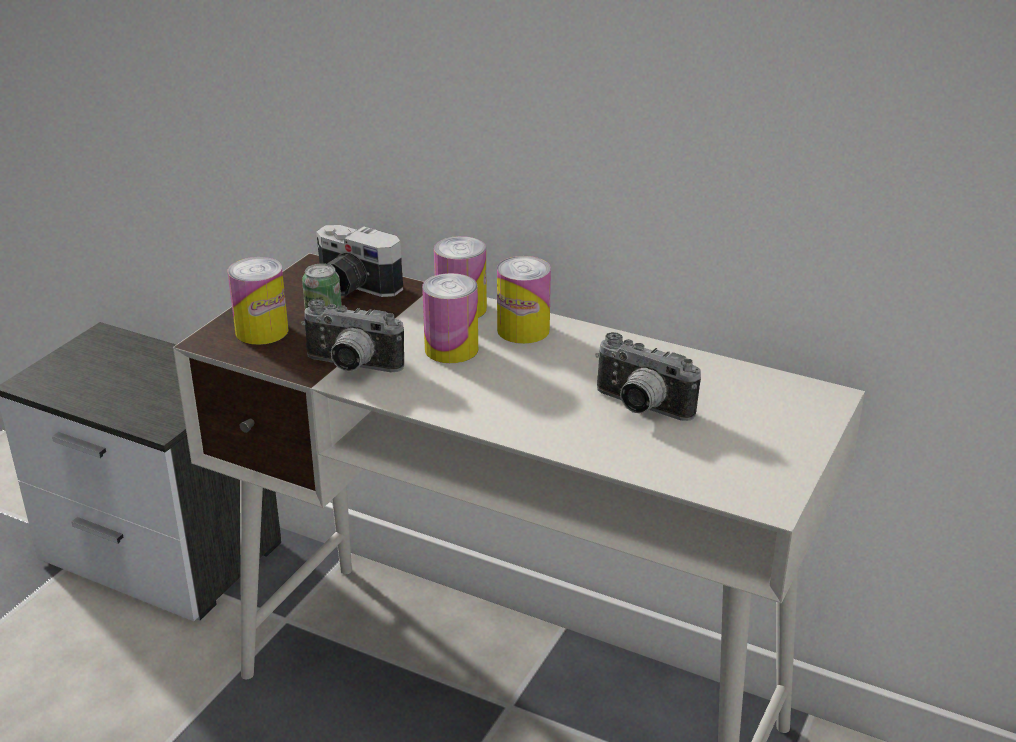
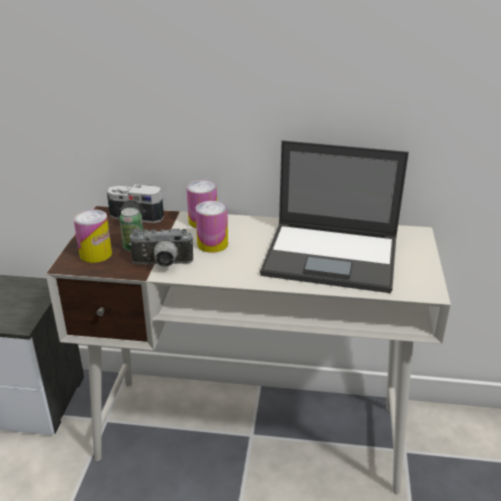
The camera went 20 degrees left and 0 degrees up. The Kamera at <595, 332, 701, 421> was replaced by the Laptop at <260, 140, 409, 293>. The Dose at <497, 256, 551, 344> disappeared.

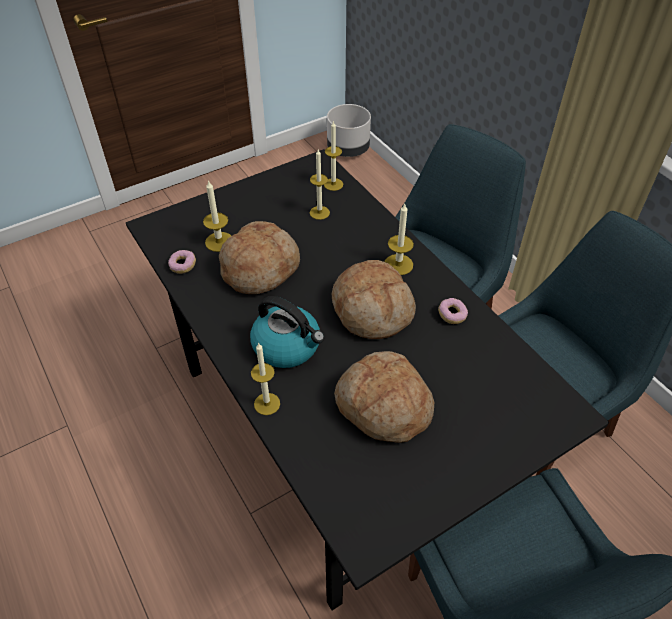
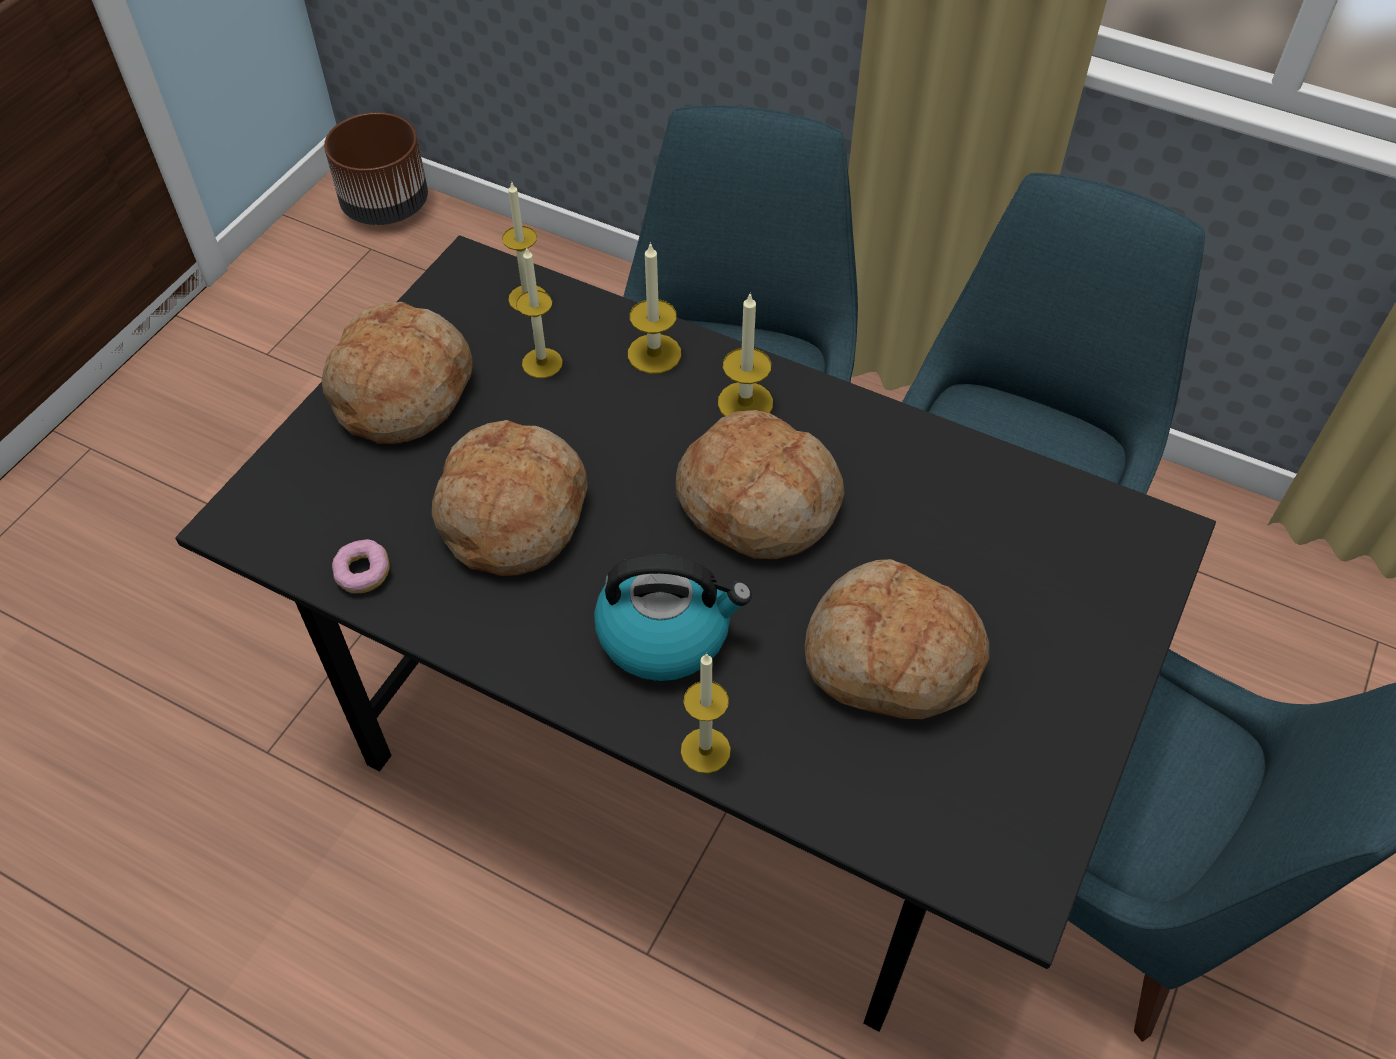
The camera went 30 degrees left and 5 degrees up. The Brot at <321, 302, 473, 444> appeared. The Pflanzkübel (grau) at <327, 104, 371, 157> became the Pflanzkübel (braun) at <324, 112, 428, 225>. The Kerze moved from <203, 180, 231, 252> to <628, 242, 681, 374>. The Donut at <438, 298, 468, 324> disappeared.

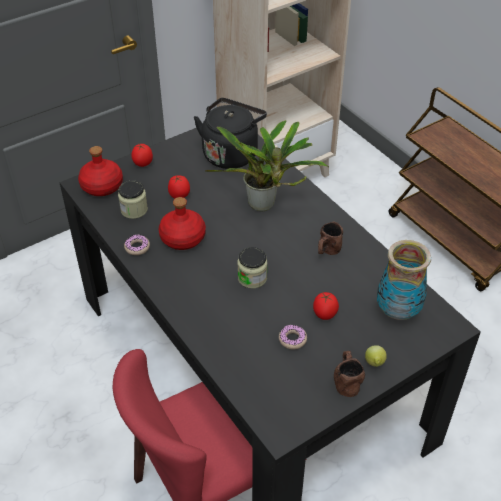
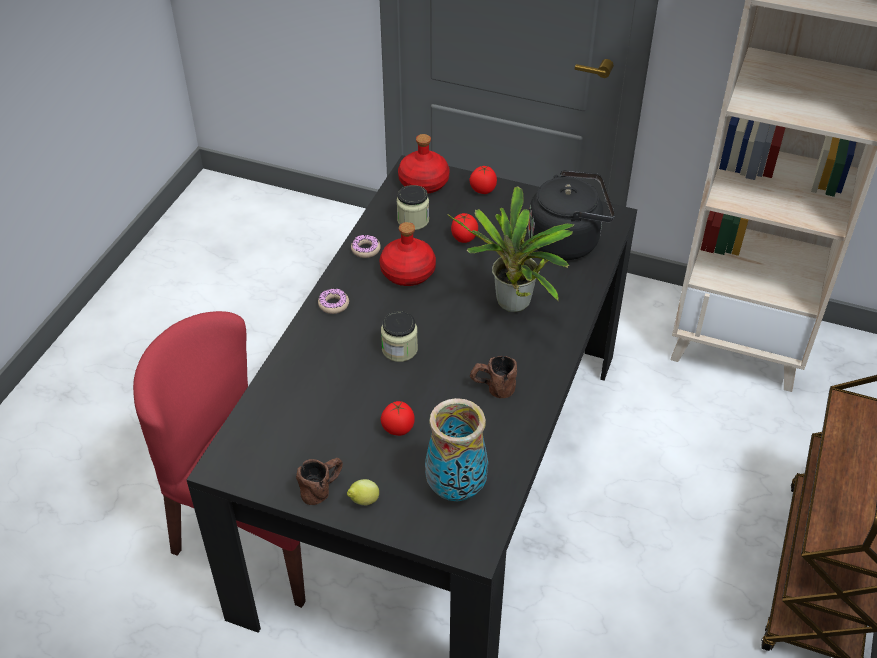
The camera went 55 degrees right and 0 degrees up. The Donut moved from <279, 325, 307, 349> to <318, 289, 349, 314>.

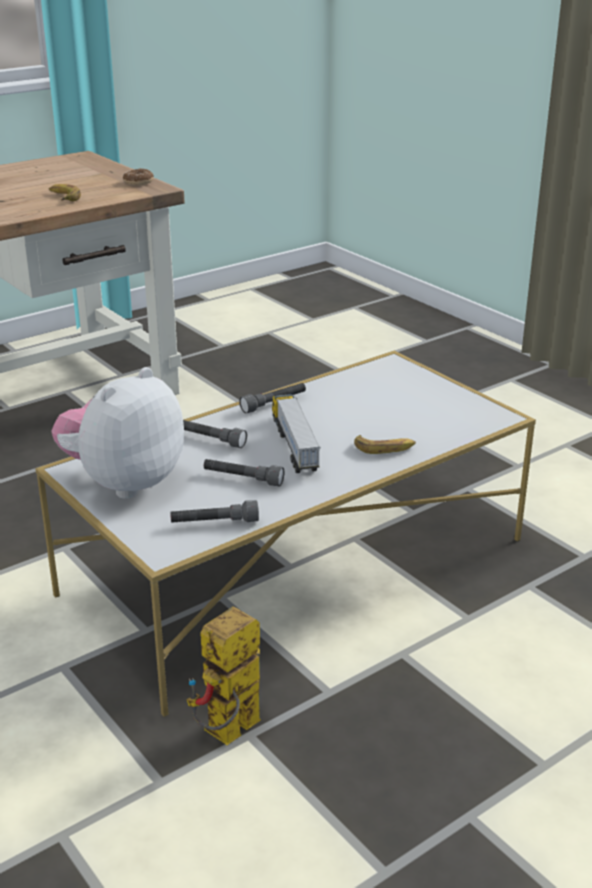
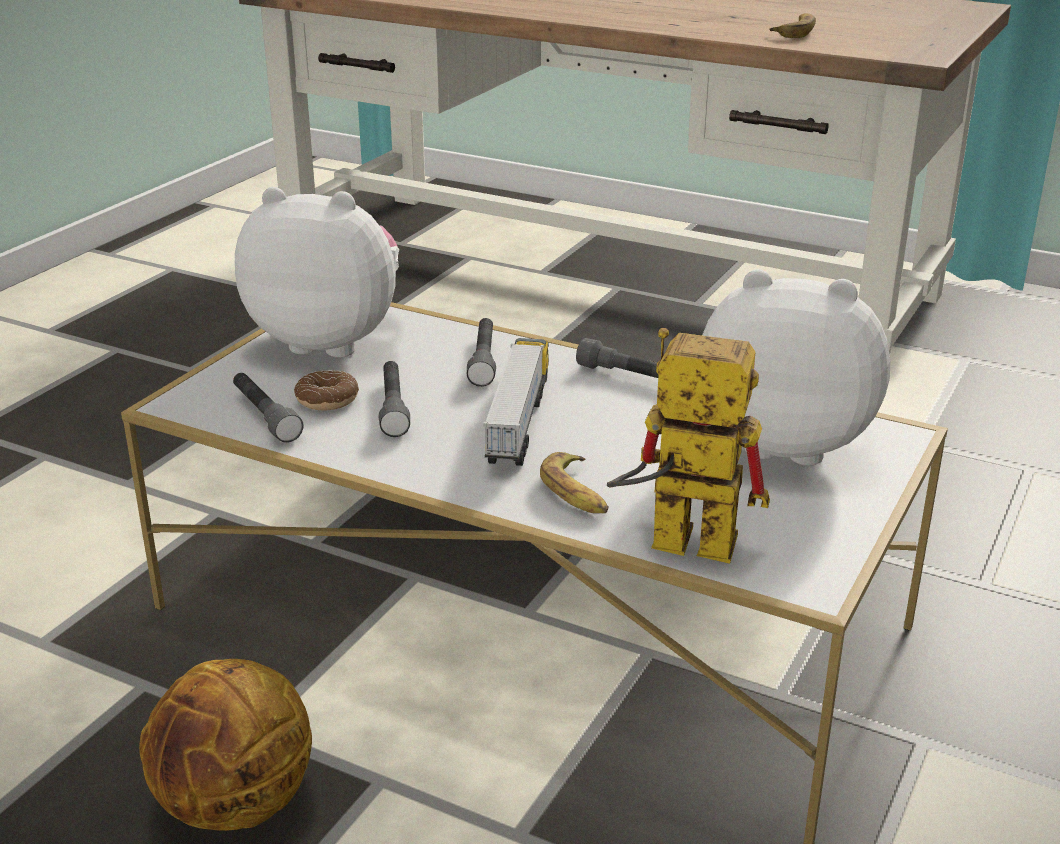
The camera went 65 degrees right and 0 degrees up. The Basketball at <139, 659, 312, 831> appeared. The Donut moved from <123, 169, 154, 185> to <294, 370, 359, 410>. The Spielzeuglaster at <272, 394, 320, 473> turned 45 degrees counterclockwise. The Spielzeugroboter moved from <187, 606, 261, 745> to <607, 328, 770, 564>. The Plüschtier at <702, 269, 891, 466> appeared.

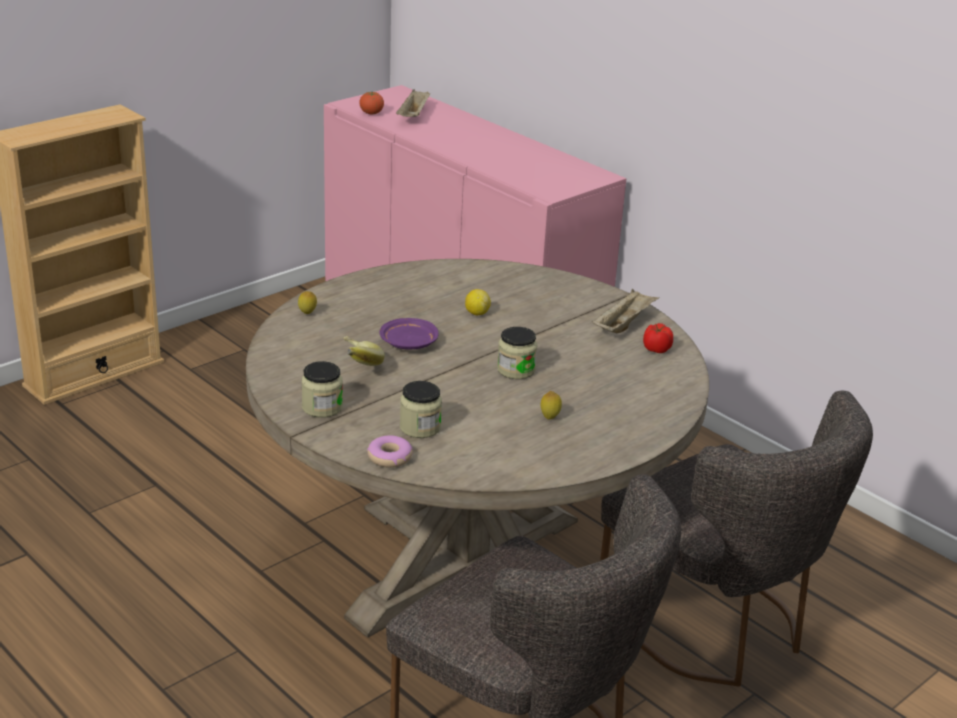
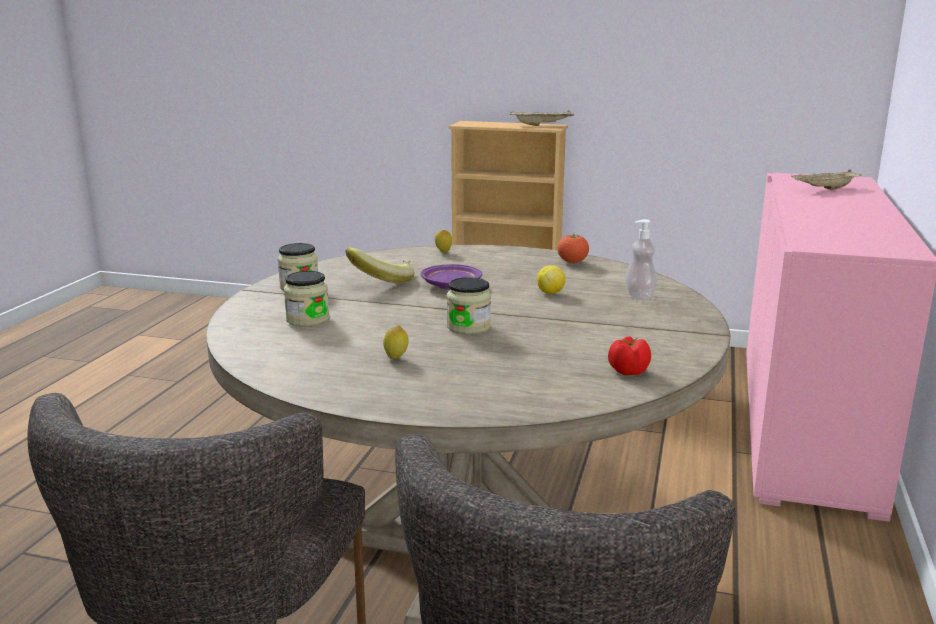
The camera went 60 degrees right and 10 degrees down. The Tablett (beige) moved from <592, 289, 659, 333> to <510, 110, 574, 126>. The Tomate moved from <359, 91, 384, 114> to <558, 234, 589, 263>. The Seifenspender at <625, 219, 657, 300> appeared. The Donut at <367, 435, 413, 468> disappeared.

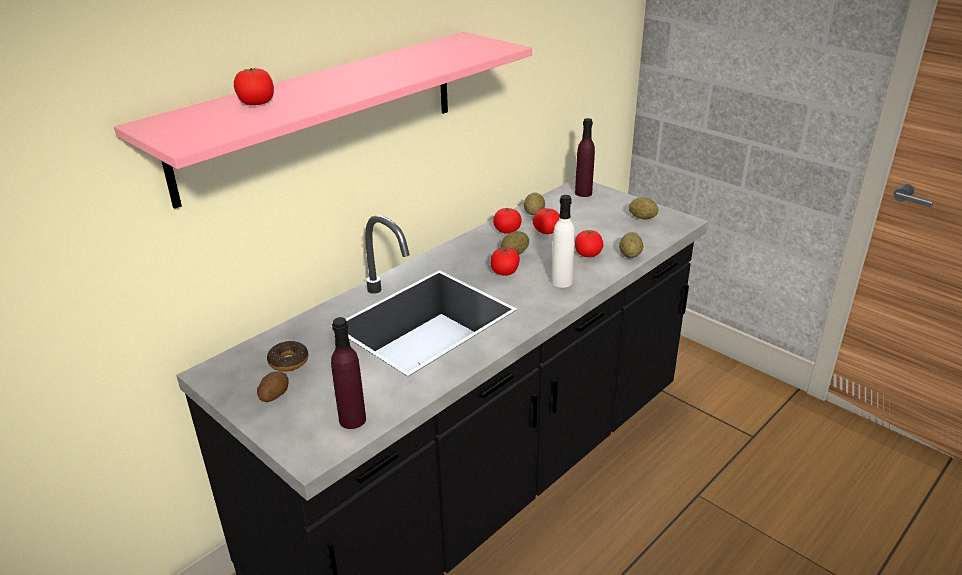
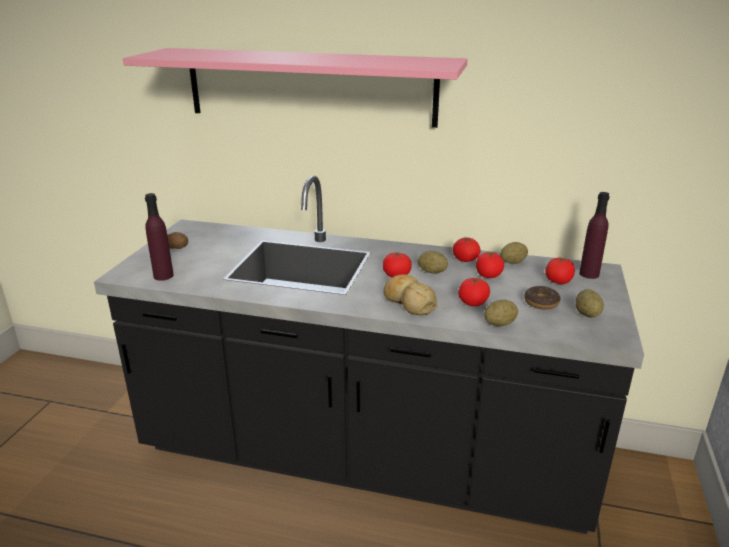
The camera went 60 degrees right and 5 degrees down. The Flasche (weiß) at <551, 195, 575, 288> was replaced by the Brot at <384, 274, 437, 315>. The Donut moved from <267, 341, 308, 371> to <524, 286, 561, 310>. The Tomate moved from <234, 68, 274, 105> to <545, 257, 575, 284>.

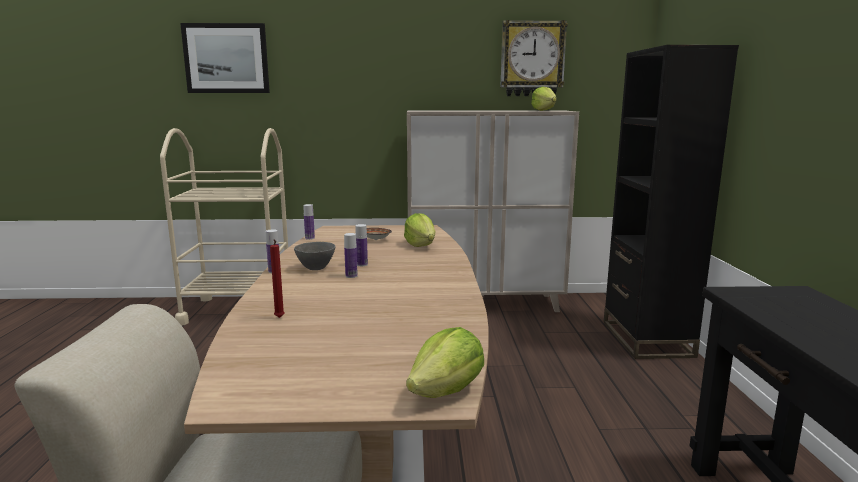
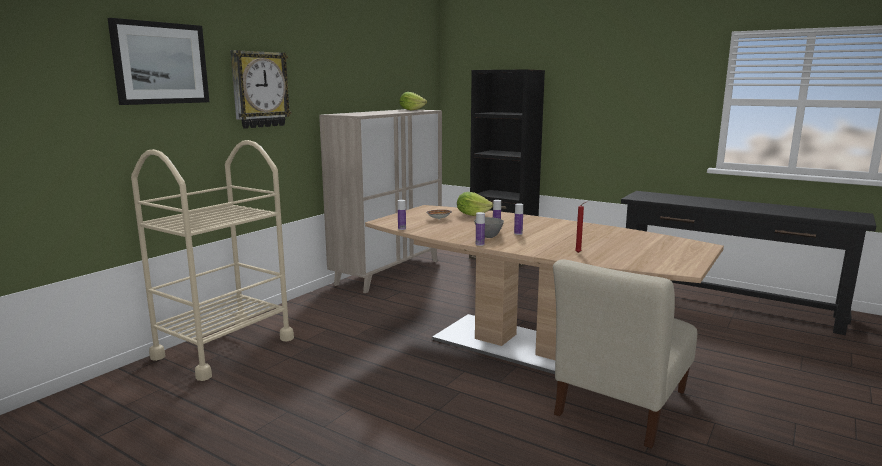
The camera went 55 degrees left and 0 degrees up. The Wanduhr moved from <501, 20, 568, 96> to <230, 50, 292, 129>. The Salatkopf at <406, 327, 484, 398> disappeared.

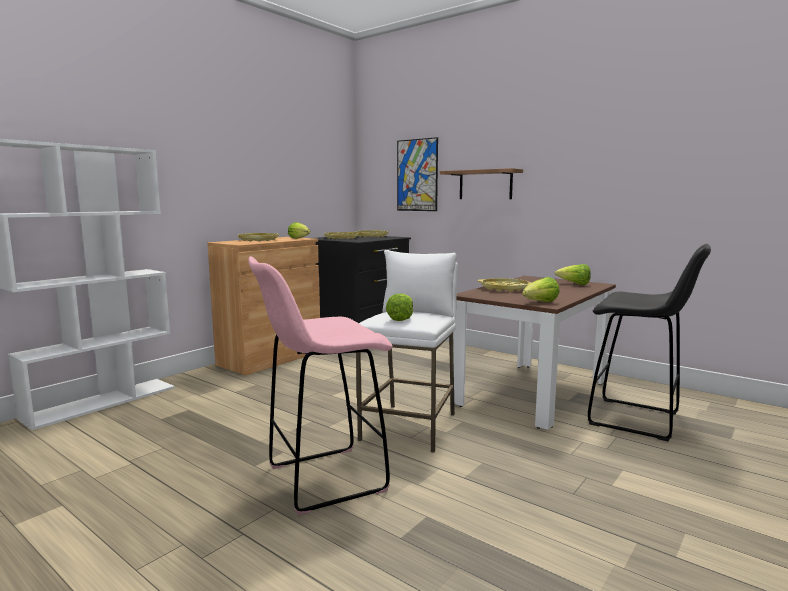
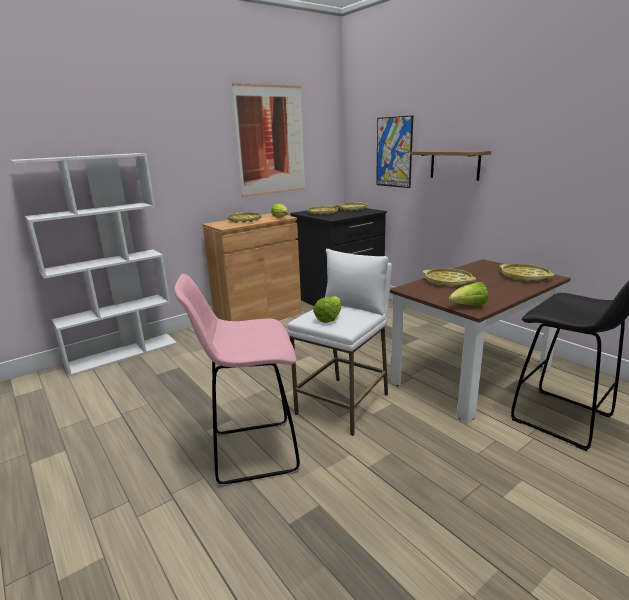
The camera went 15 degrees right and 10 degrees up. The Bild at <232, 83, 305, 197> appeared. The Salatkopf at <555, 264, 591, 285> was replaced by the Tablett (gelb) at <499, 264, 554, 282>.

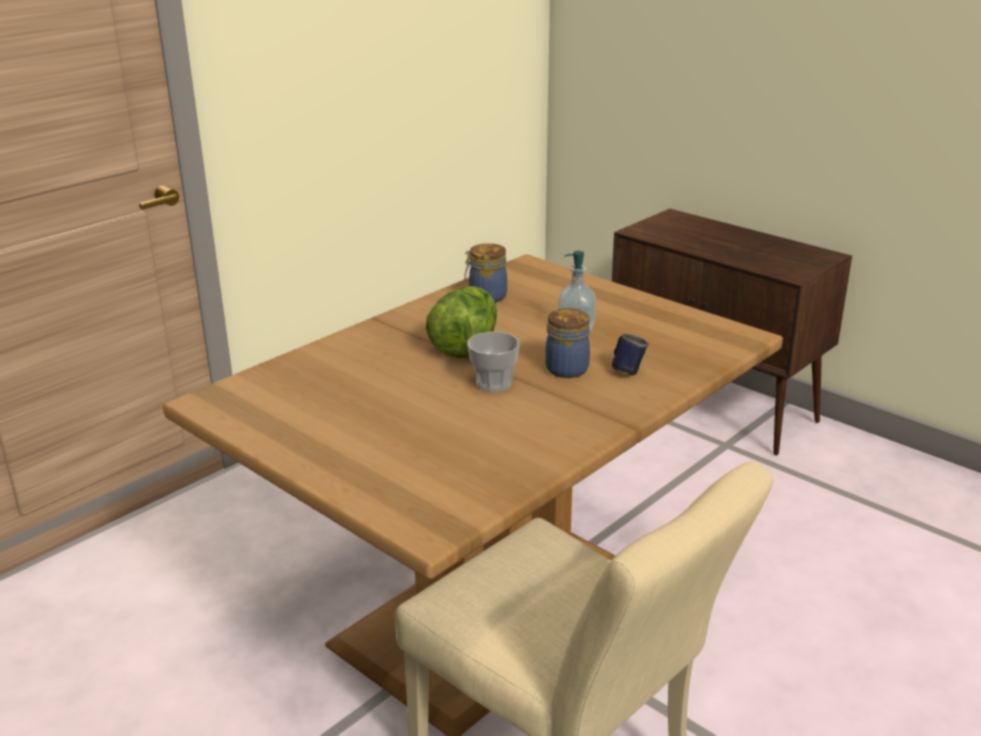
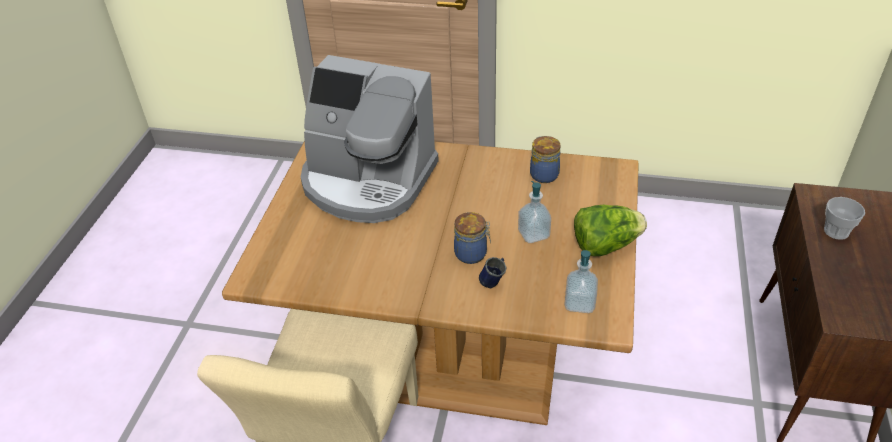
The camera went 60 degrees right and 15 degrees up. The Kaffeemaschine at <301, 55, 439, 223> appeared. The Seifenspender at <564, 250, 598, 313> appeared. The Salatkopf moved from <426, 286, 497, 358> to <574, 205, 647, 256>. The Tasse moved from <467, 332, 520, 392> to <824, 197, 865, 240>.

